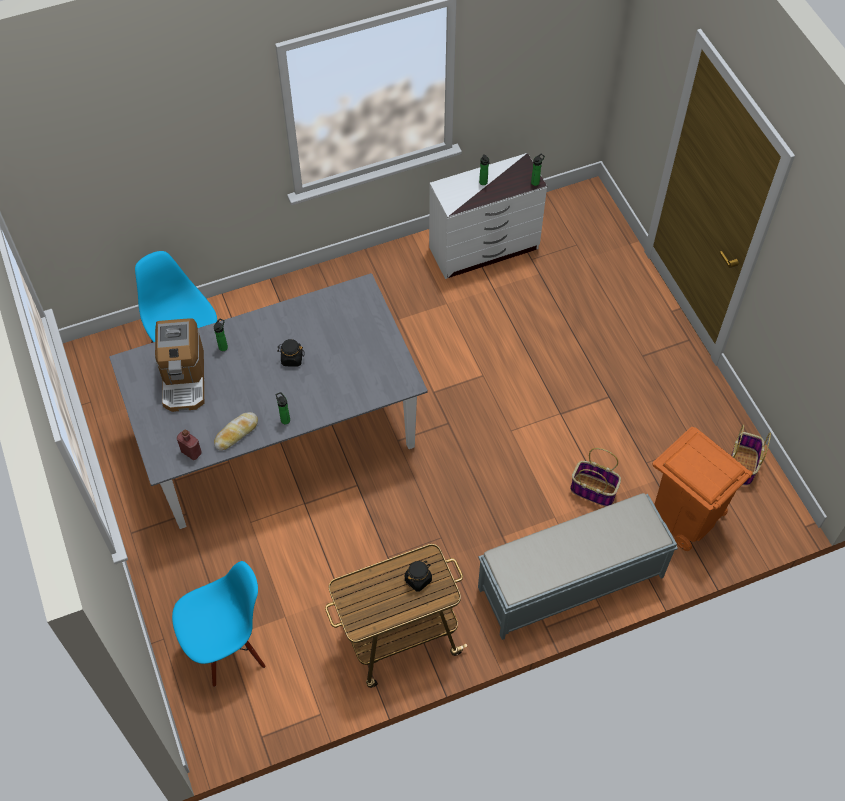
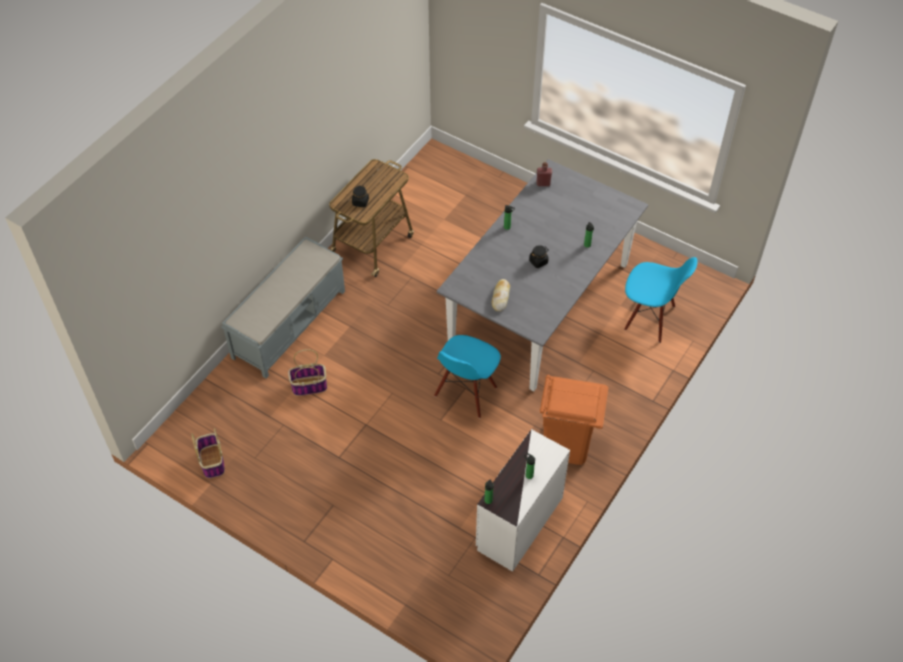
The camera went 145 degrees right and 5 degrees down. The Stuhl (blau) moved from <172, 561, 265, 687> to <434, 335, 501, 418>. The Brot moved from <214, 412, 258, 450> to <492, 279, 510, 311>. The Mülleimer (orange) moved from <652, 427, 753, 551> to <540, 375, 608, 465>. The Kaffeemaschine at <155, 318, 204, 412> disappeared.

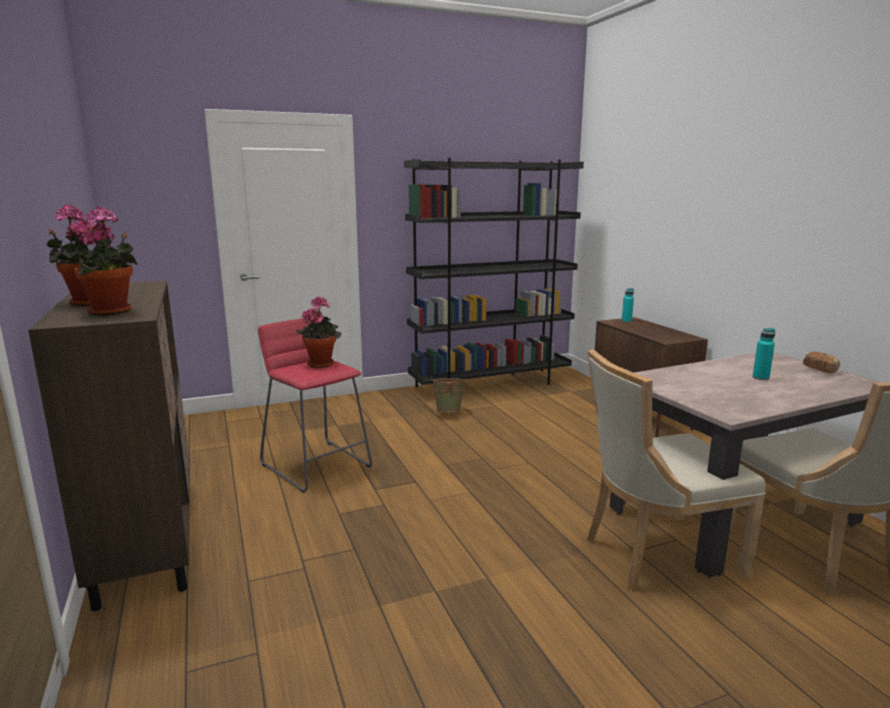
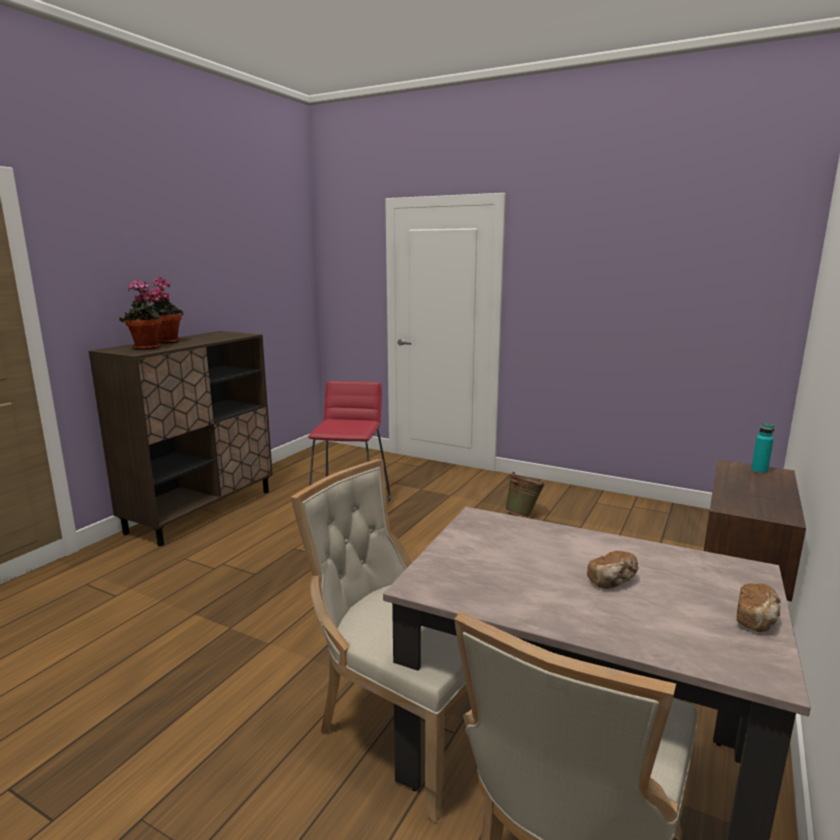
The camera went 50 degrees right and 0 degrees up. The Flasche (türkis) at <753, 328, 775, 380> was replaced by the Brot at <587, 551, 639, 589>. The Topfpflanze at <296, 296, 341, 368> disappeared. The Bücherregal (schwarz) at <404, 158, 584, 387> disappeared.

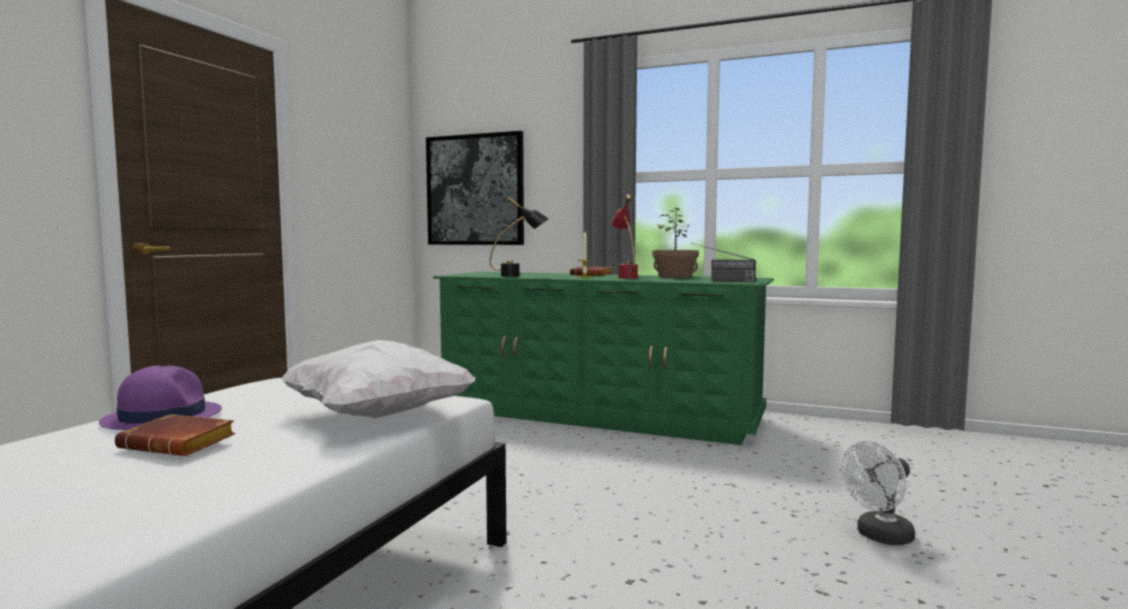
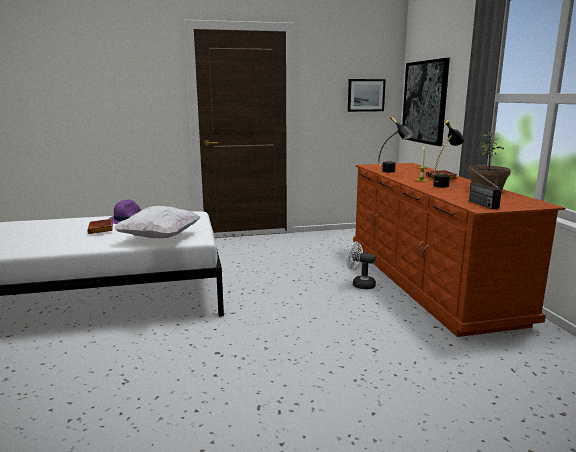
The camera went 55 degrees right and 10 degrees up. The Ventilator (weiß) moved from <841, 441, 915, 545> to <346, 241, 376, 290>. The Bild at <348, 79, 386, 112> appeared. The Kommode (grün) at <433, 272, 774, 445> became the Kommode (braun) at <353, 163, 565, 337>. The Tischlampe (rot) at <611, 195, 638, 279> became the Tischlampe (schwarz) at <433, 120, 465, 188>.

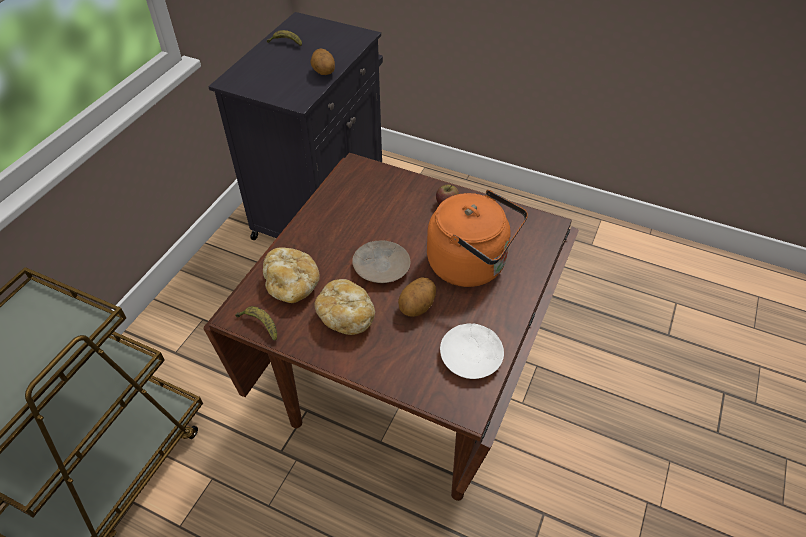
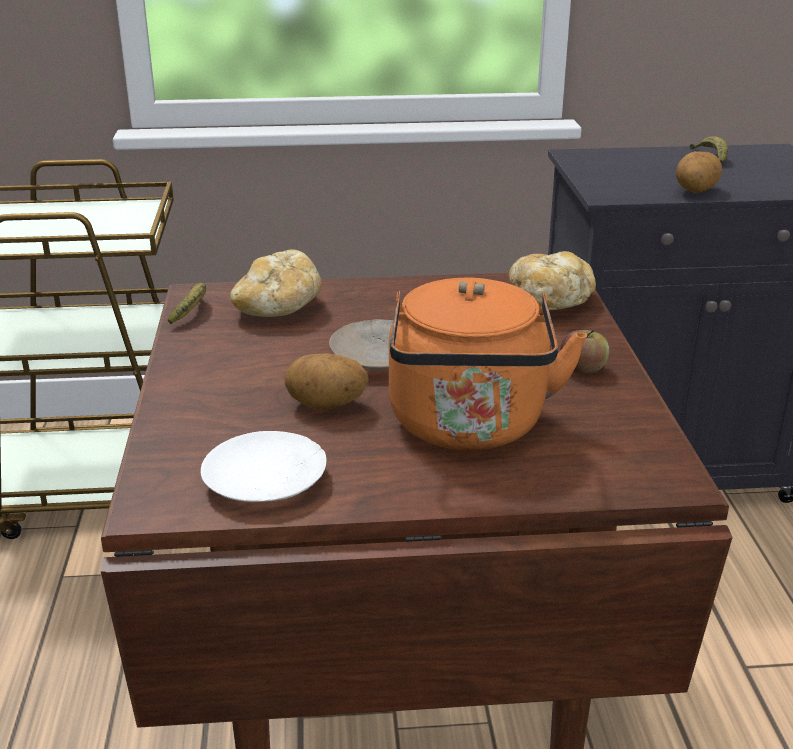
The camera went 60 degrees right and 20 degrees down. The Brot moved from <314, 279, 375, 335> to <509, 251, 596, 310>.

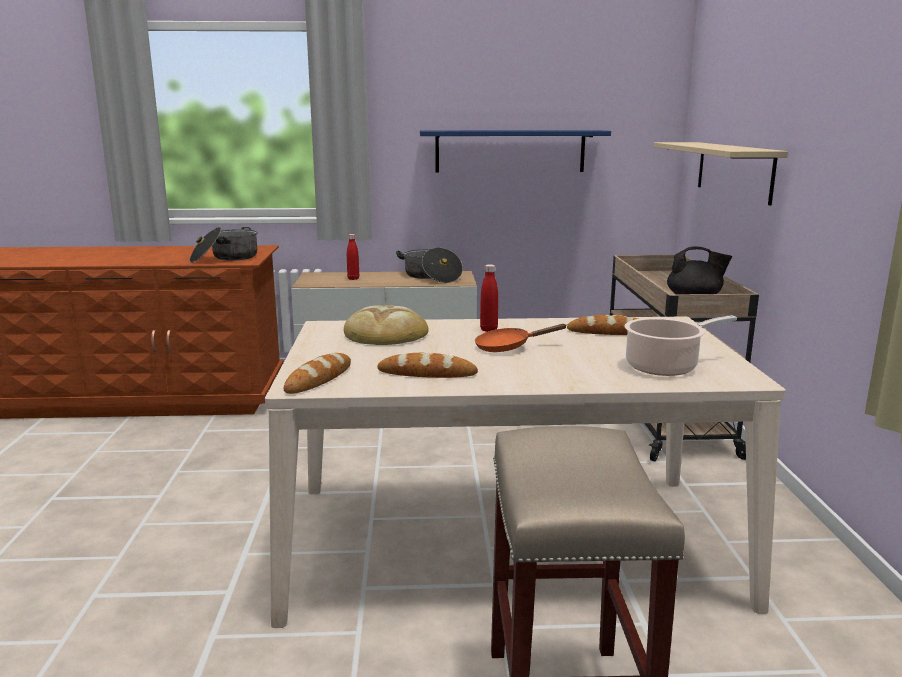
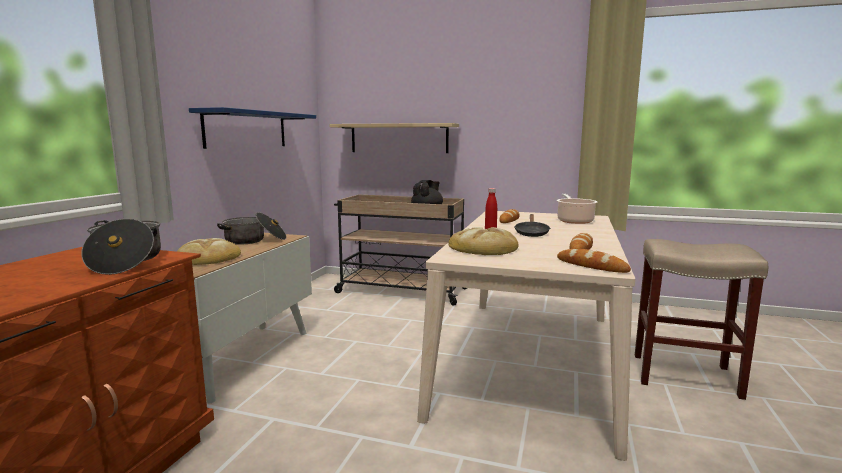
The camera went 70 degrees left and 5 degrees down. The Flasche (rot) at <347, 234, 359, 280> was replaced by the Brot at <177, 238, 241, 265>. The Pfanne (orange) at <475, 324, 567, 352> became the Pfanne (schwarz) at <514, 214, 550, 237>.

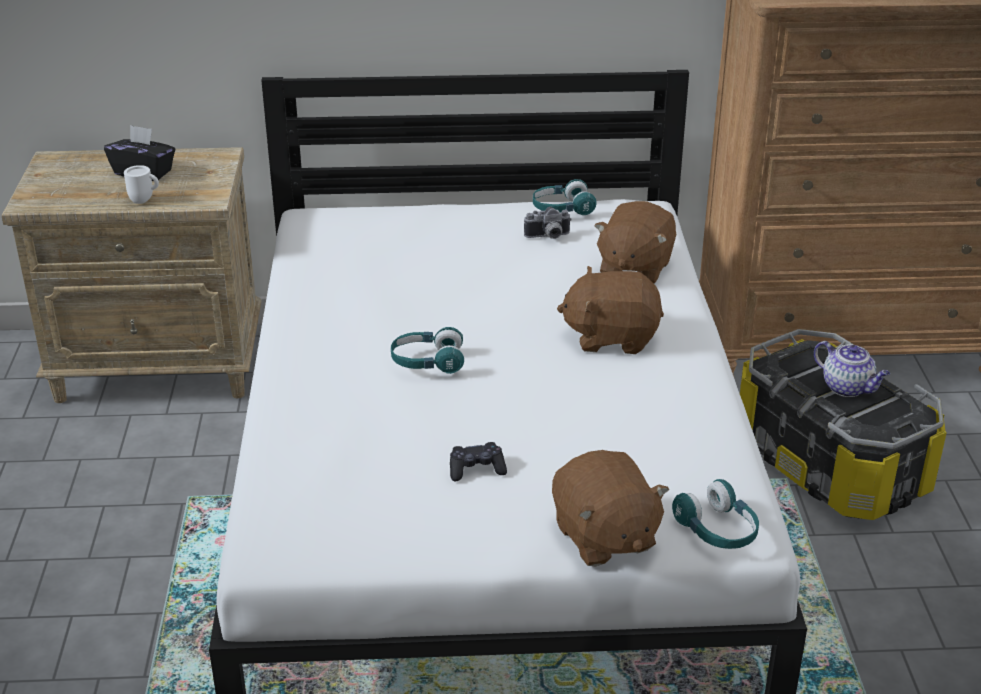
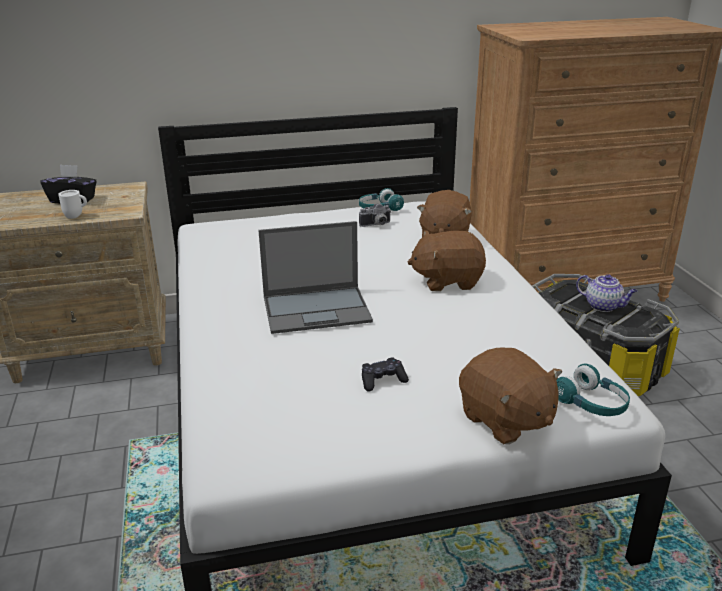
The camera went 10 degrees left and 5 degrees down. The Kopfhörer (türkis) at <391, 327, 464, 374> was replaced by the Laptop at <258, 221, 373, 334>.

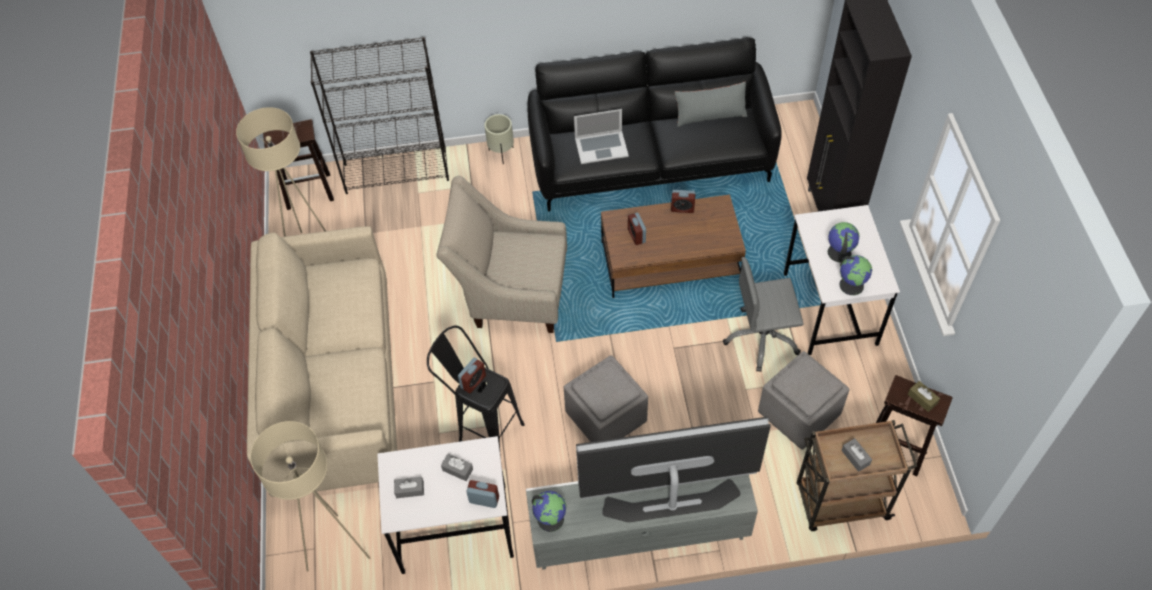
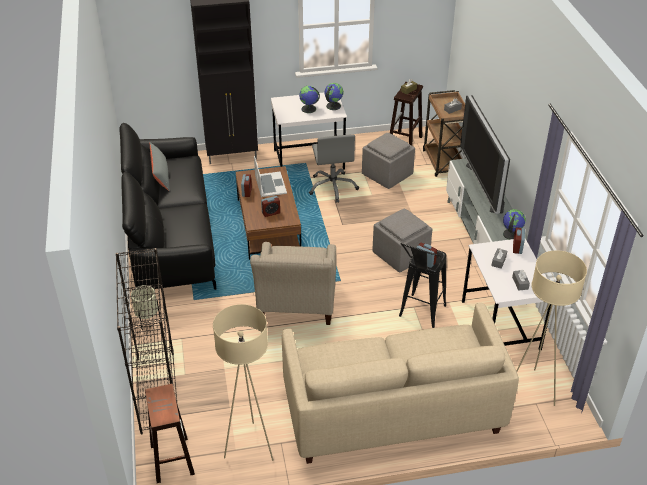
The camera went 95 degrees left and 15 degrees down. The Laptop moved from <574, 109, 629, 164> to <254, 156, 287, 197>.

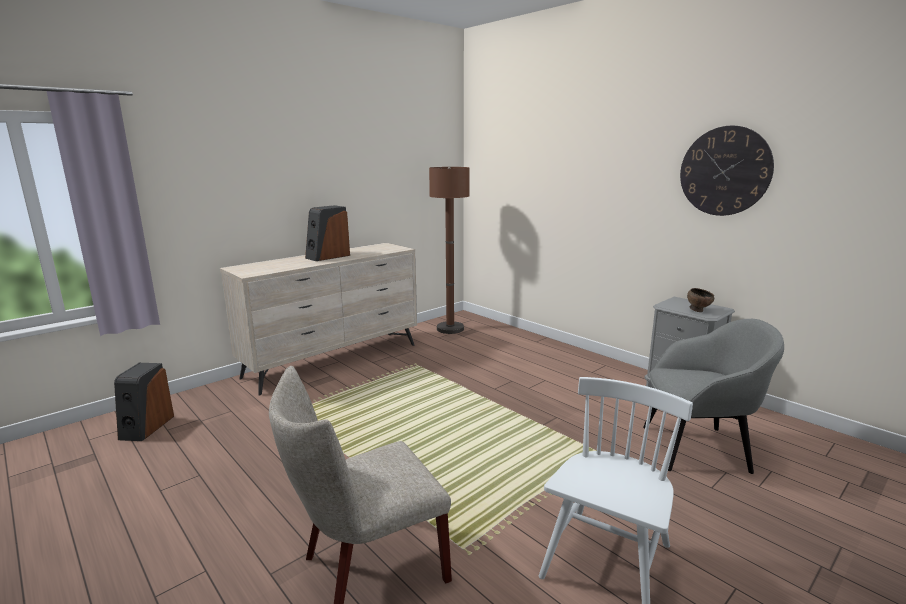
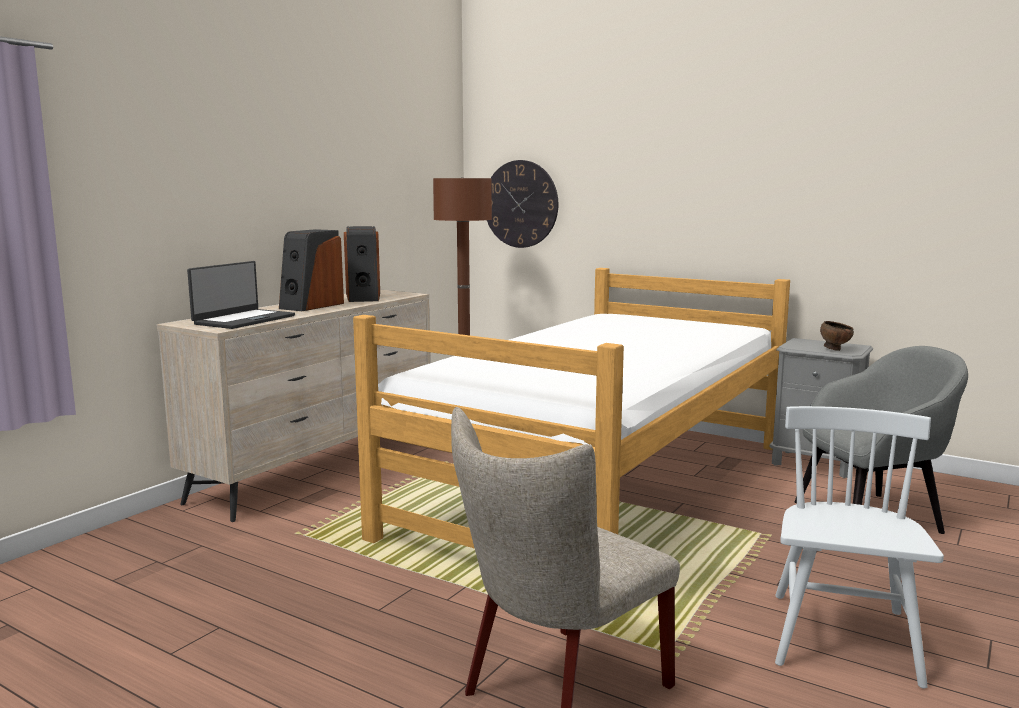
The camera went 15 degrees left and 5 degrees down. The Laptop at <187, 261, 295, 329> appeared. The Lautsprecher moved from <114, 363, 174, 441> to <344, 226, 380, 302>. The Bett at <353, 268, 790, 549> appeared. The Wanduhr moved from <680, 126, 774, 216> to <487, 160, 558, 248>.

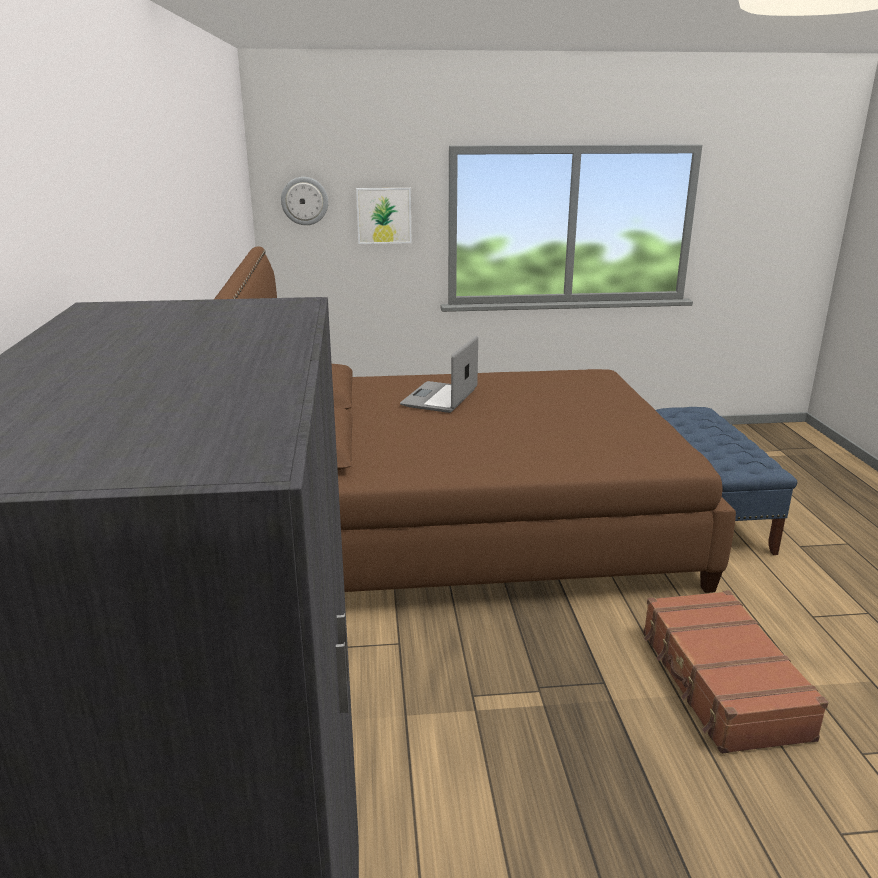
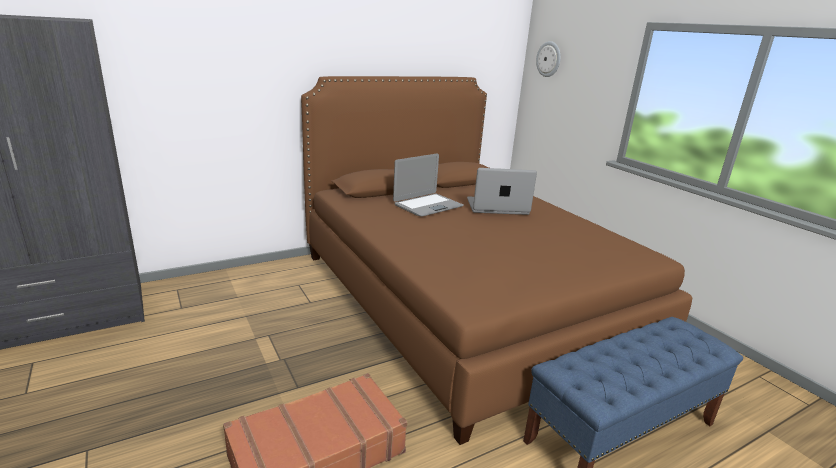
The camera went 65 degrees right and 0 degrees up. The Laptop at <393, 154, 464, 217> appeared. The Bild at <356, 188, 411, 244> disappeared.

